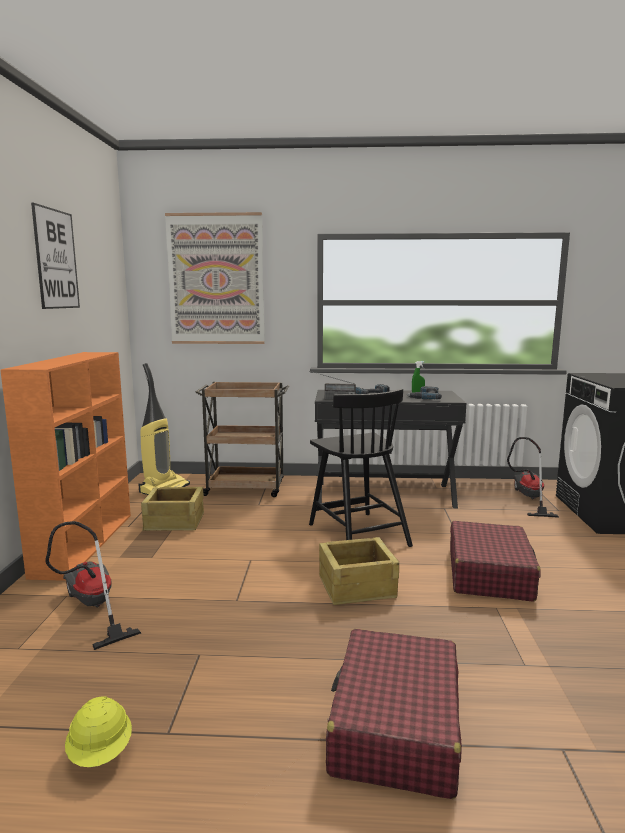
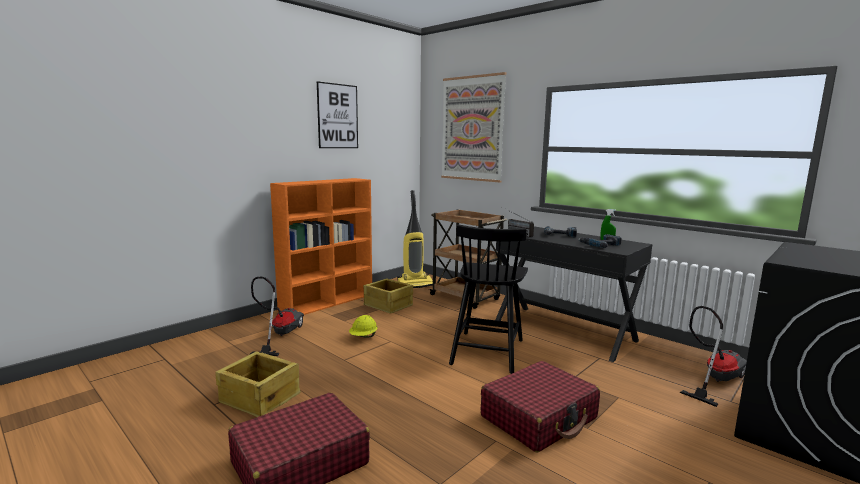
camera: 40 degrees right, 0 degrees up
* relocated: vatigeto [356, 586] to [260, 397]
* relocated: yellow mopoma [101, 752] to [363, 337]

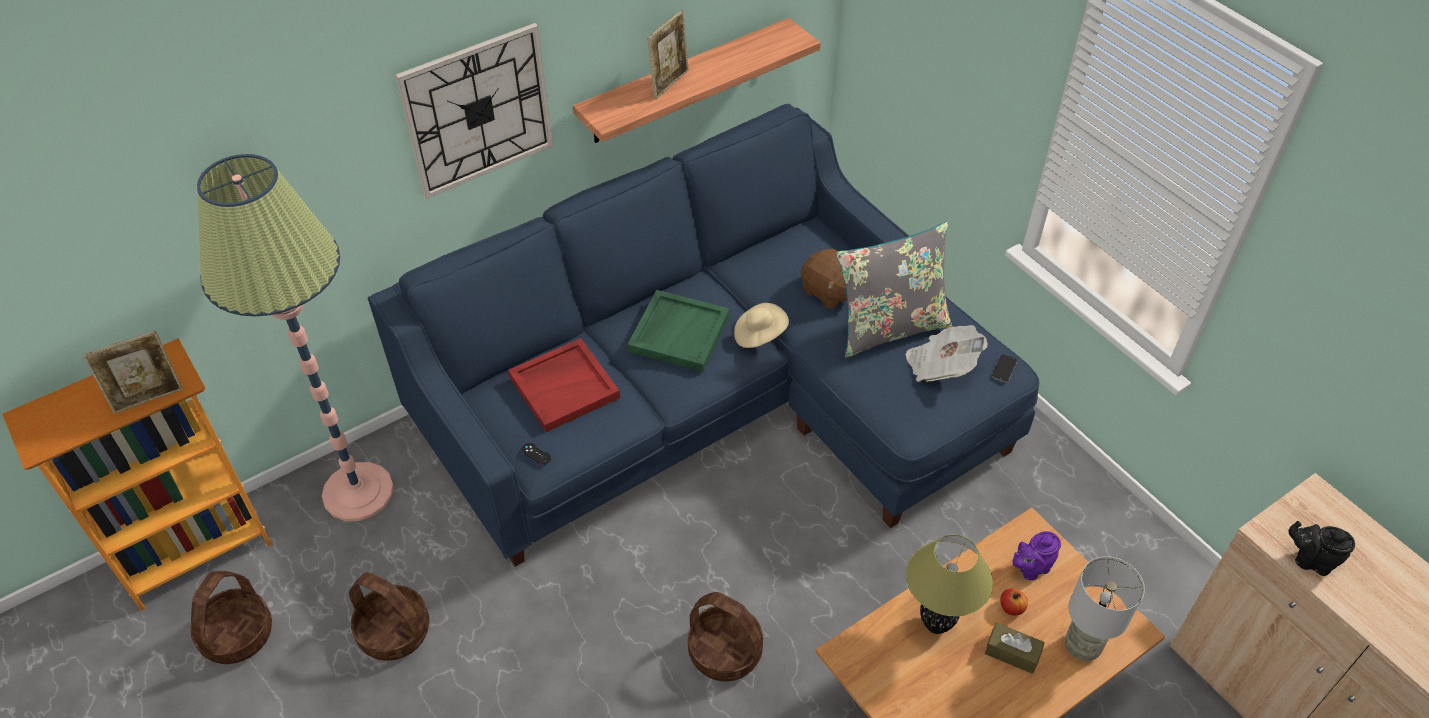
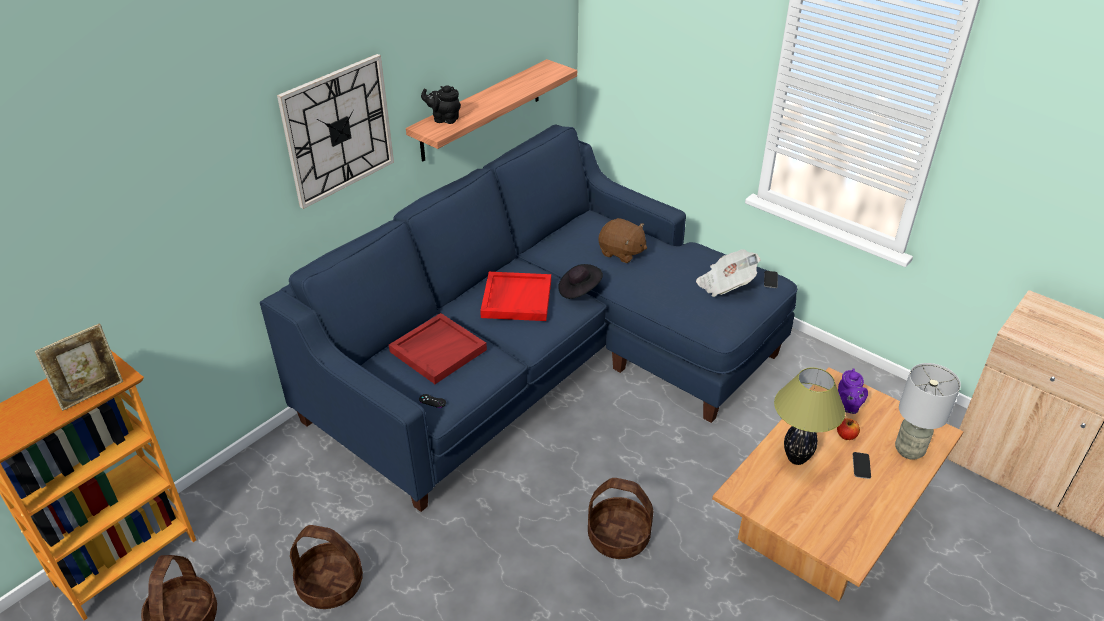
camera: 15 degrees left, 10 degrees down
* relocated: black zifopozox [1310, 560] to [444, 119]
* colour: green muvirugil [678, 332] to red muvirugil [516, 298]
* colour: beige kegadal [759, 335] to black kegadal [579, 290]
* spun: purple zifopozox [1030, 568] = [847, 406] 45 degrees counterclockwise
* exchanged: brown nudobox [1012, 653] to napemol [861, 466]
* missing: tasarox [358, 492]
* missing: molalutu [669, 83]
* missing: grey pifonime [889, 327]

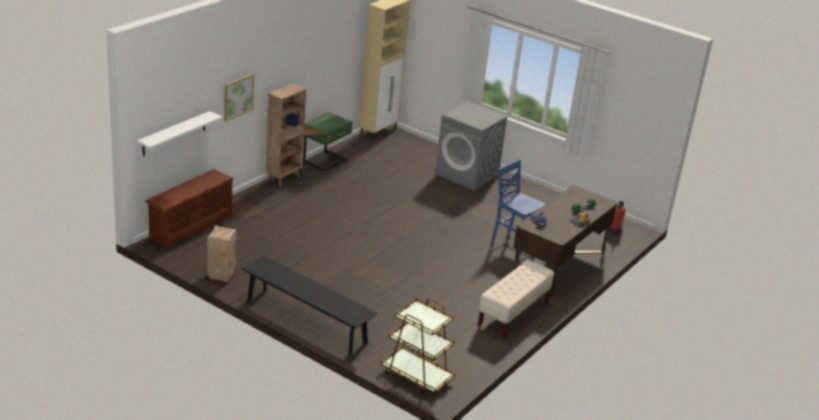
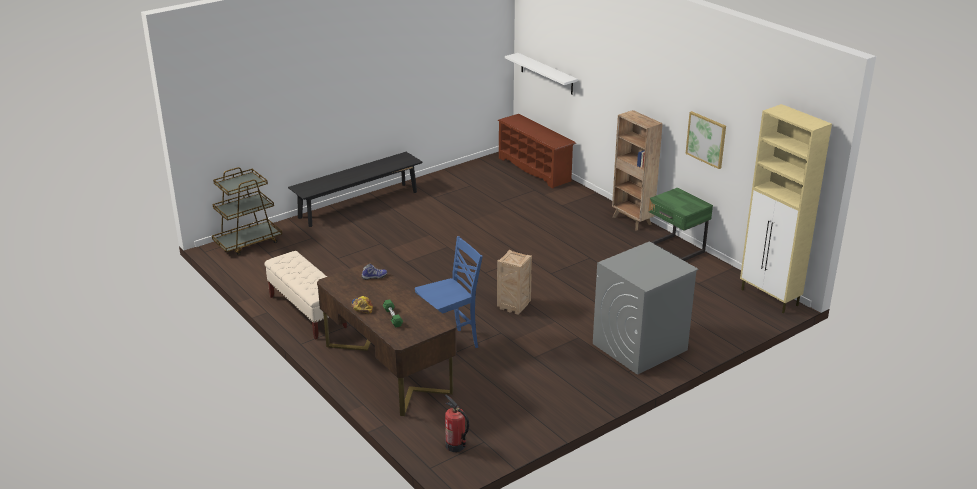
camera: 110 degrees right, 0 degrees up
* relocated: vatigeto [221, 275] to [514, 306]
* relocated: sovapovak [238, 97] to [706, 139]

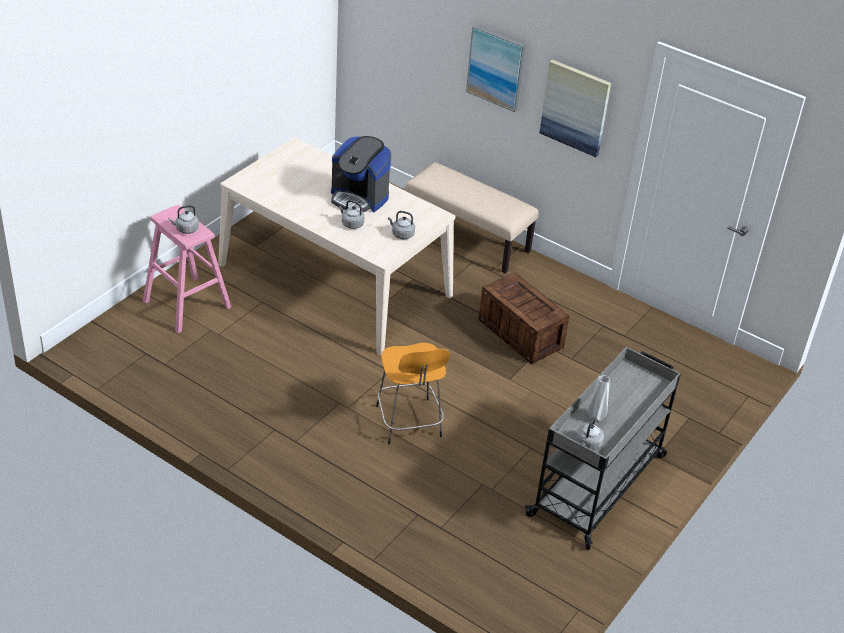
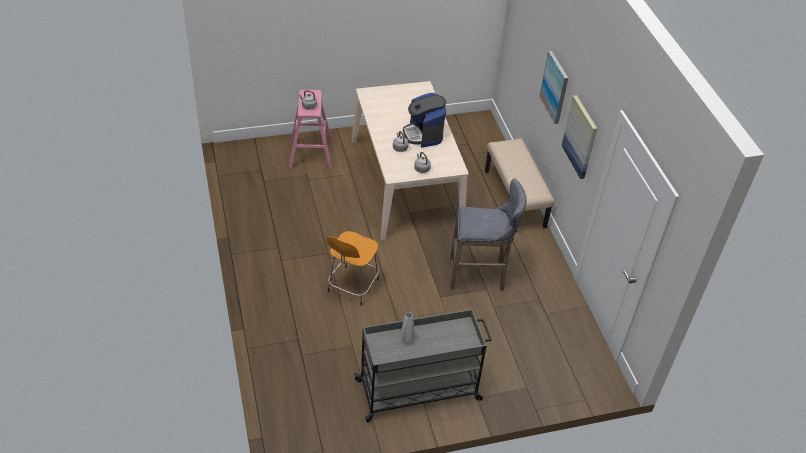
camera: 40 degrees right, 5 degrees up
* exchanged: vatigeto [521, 334] to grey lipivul [479, 275]
* missing: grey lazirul [588, 444]

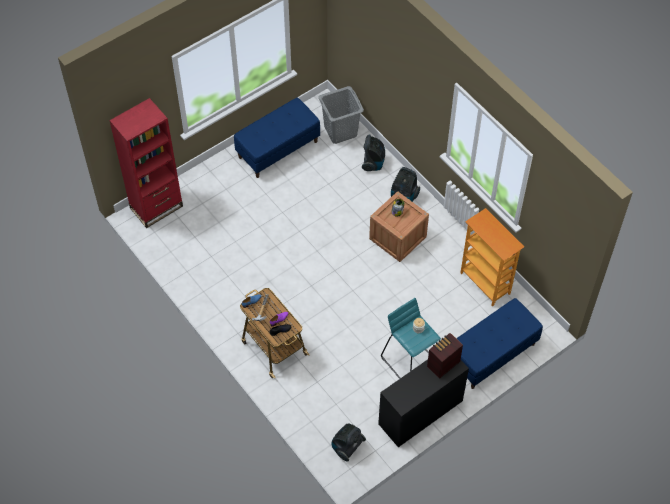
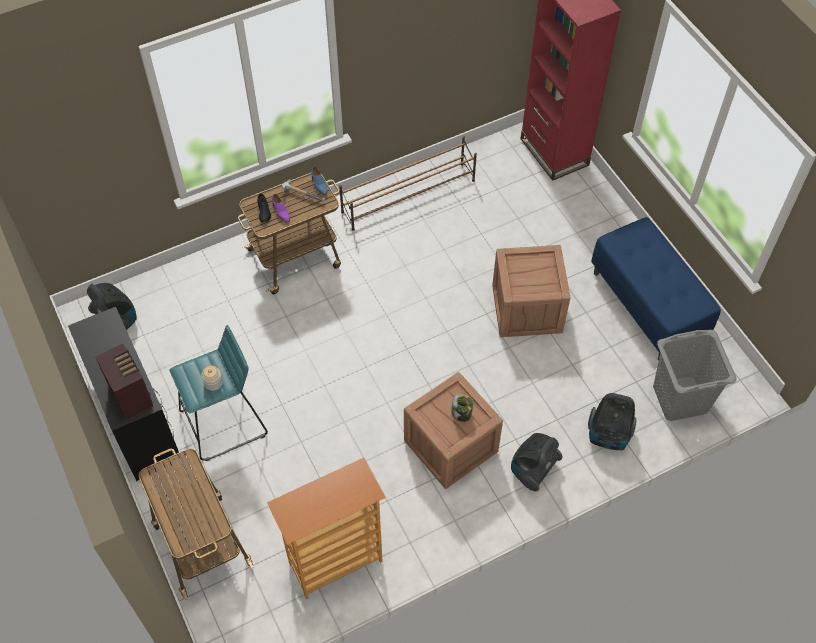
camera: 100 degrees right, 0 degrees up
* exchanged: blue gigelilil [492, 354] to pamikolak [201, 542]
* appeared: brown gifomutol [409, 196]
* appeared: vatigeto [527, 309]

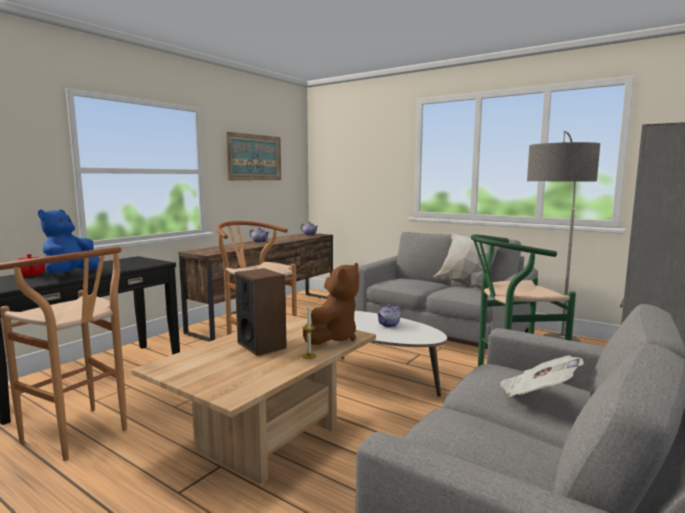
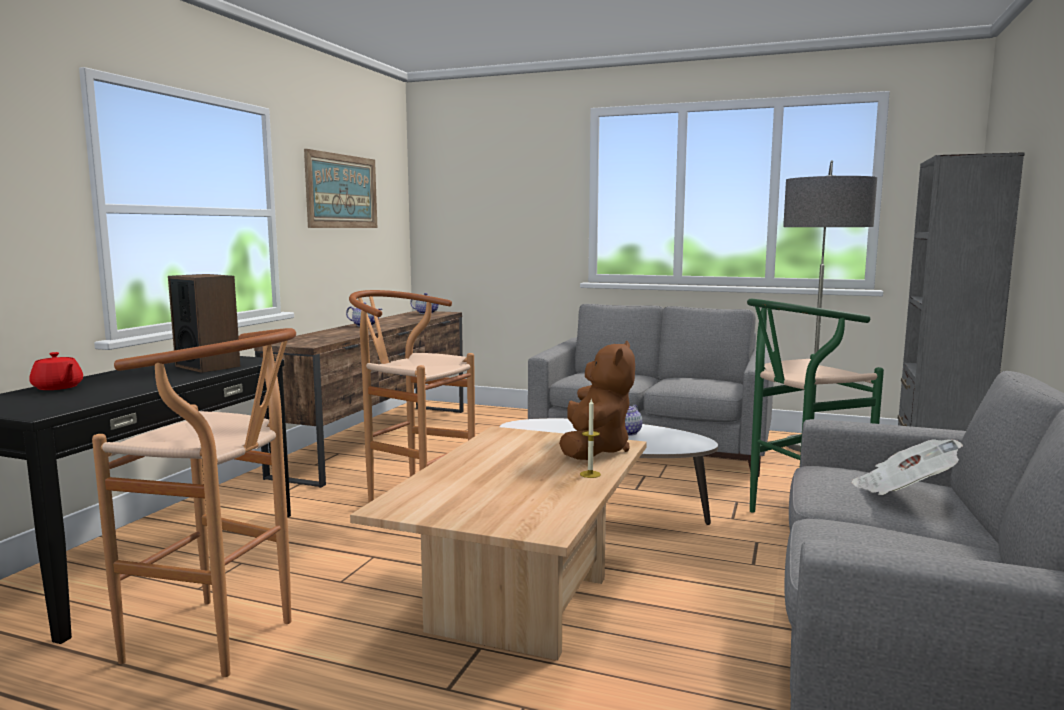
camera: 15 degrees left, 0 degrees up
* relocated: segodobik [261, 345] to [208, 366]
* missing: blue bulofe [70, 274]
* missing: white pifonime [466, 285]

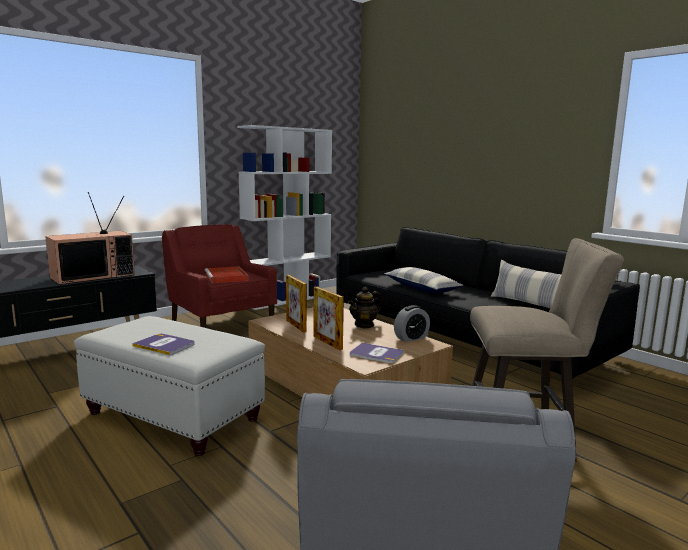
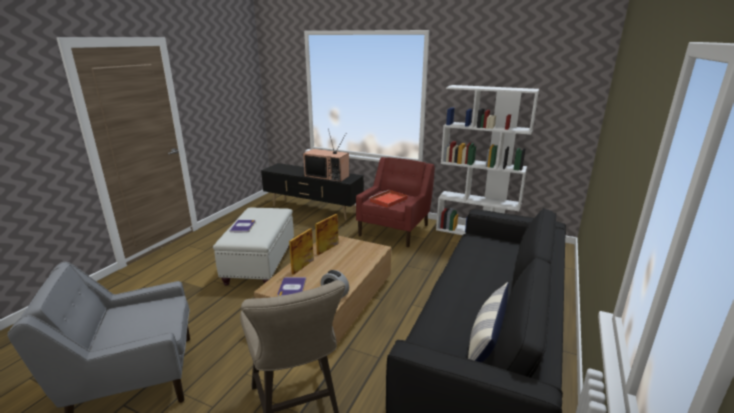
camera: 65 degrees right, 10 degrees up
* missing: zifopozox [364, 325]
* missing: pifonime [422, 288]

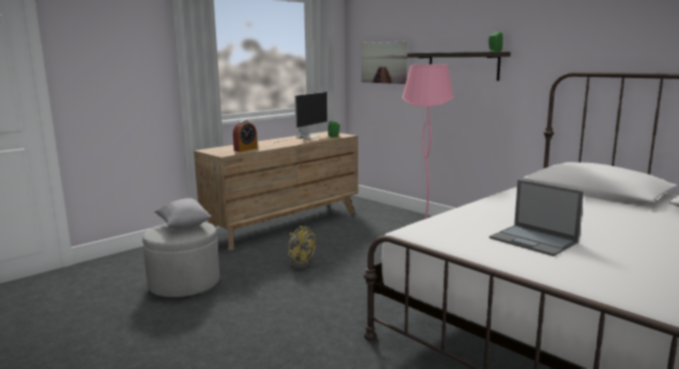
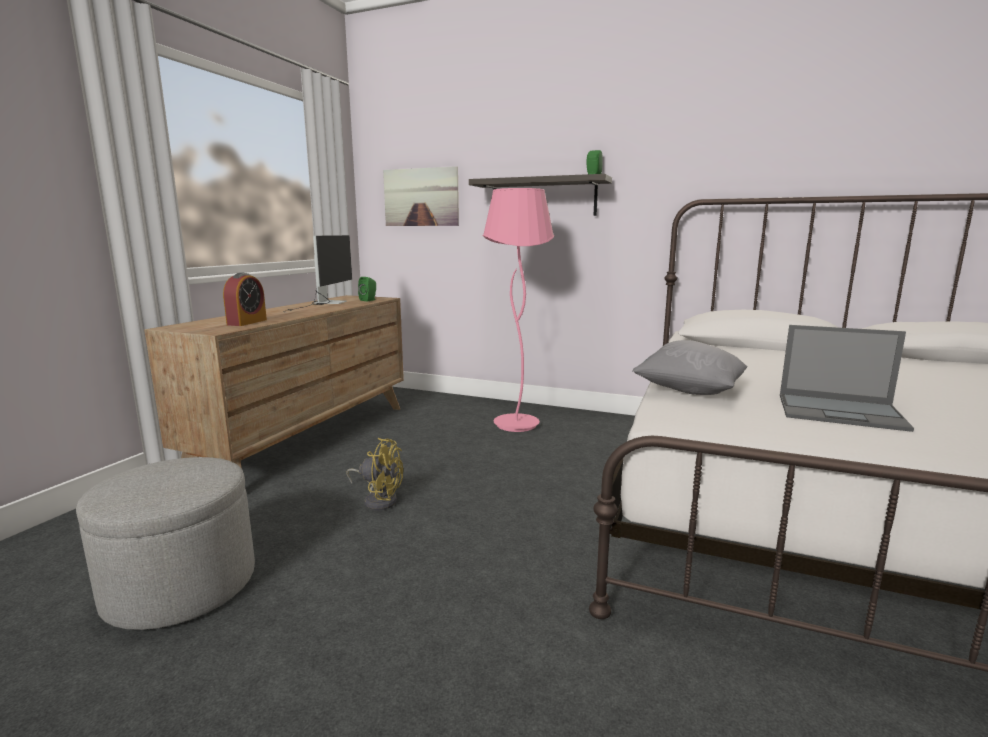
camera: 25 degrees left, 0 degrees up
* relocated: grey pifonime [184, 226] to [688, 391]

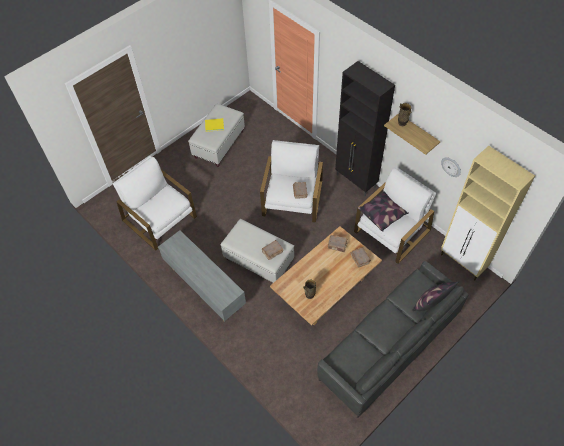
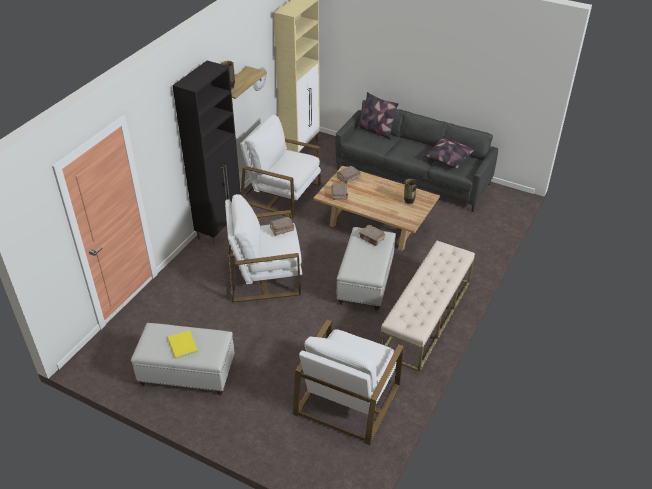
camera: 110 degrees left, 15 degrees down
* exchanged: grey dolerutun [205, 288] to beige gigelilil [426, 317]
* relocated: pifonime [382, 214] to [447, 159]

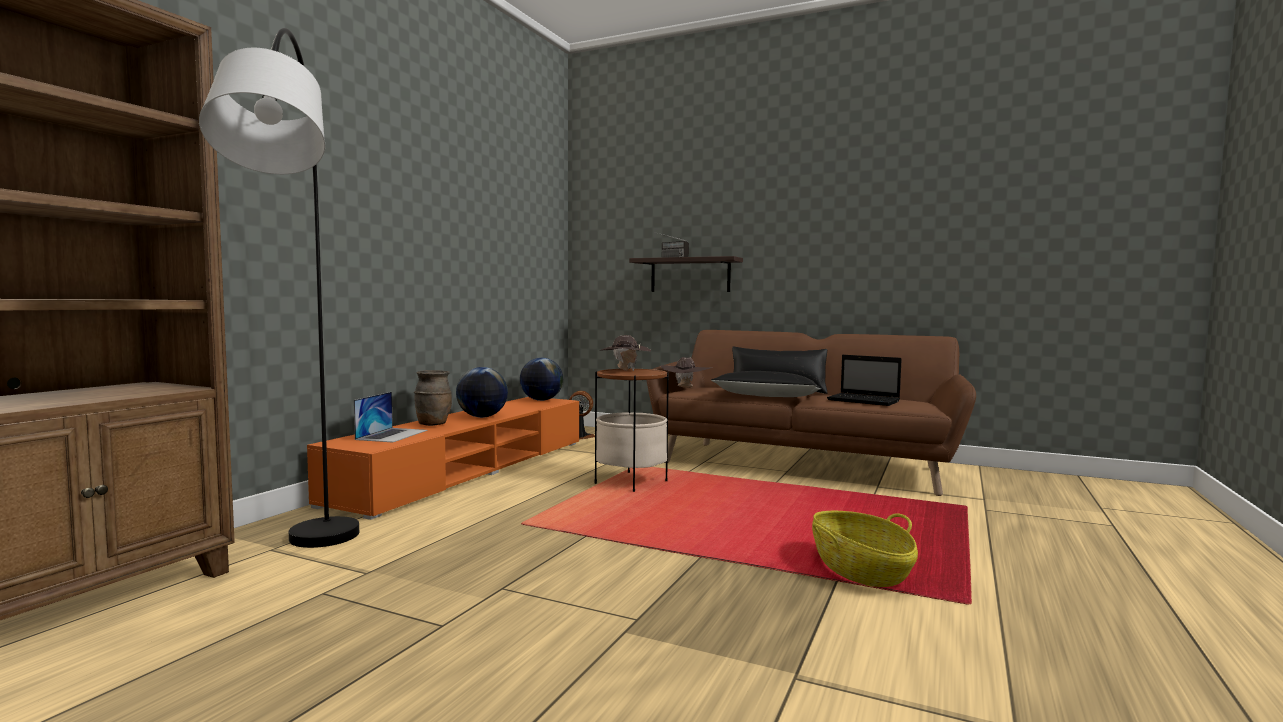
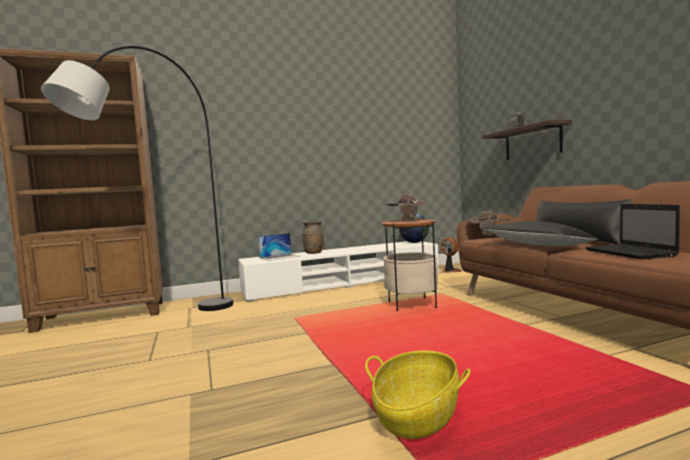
camera: 45 degrees right, 0 degrees up
* colour: orange dolerutun [470, 470] to white dolerutun [343, 283]
* missing: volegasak [482, 417]

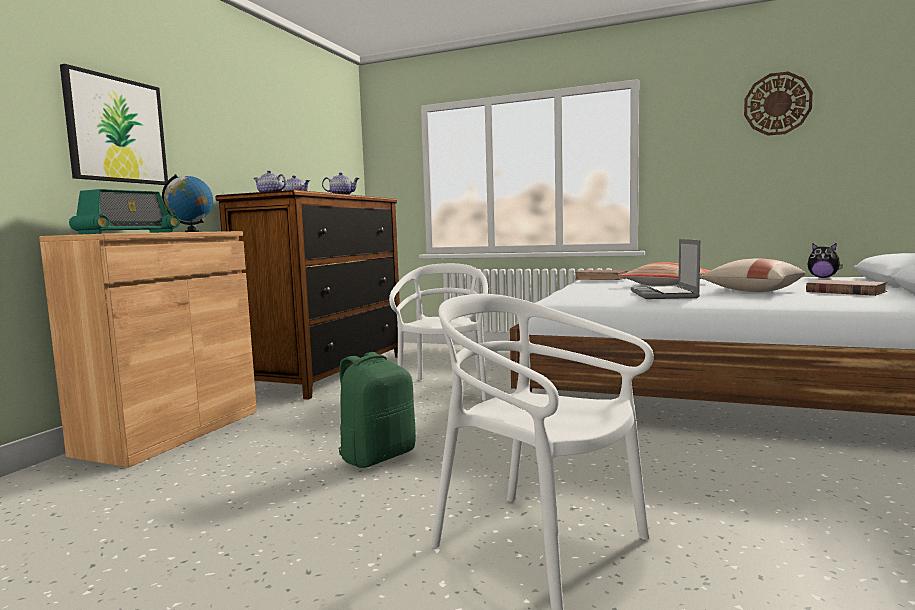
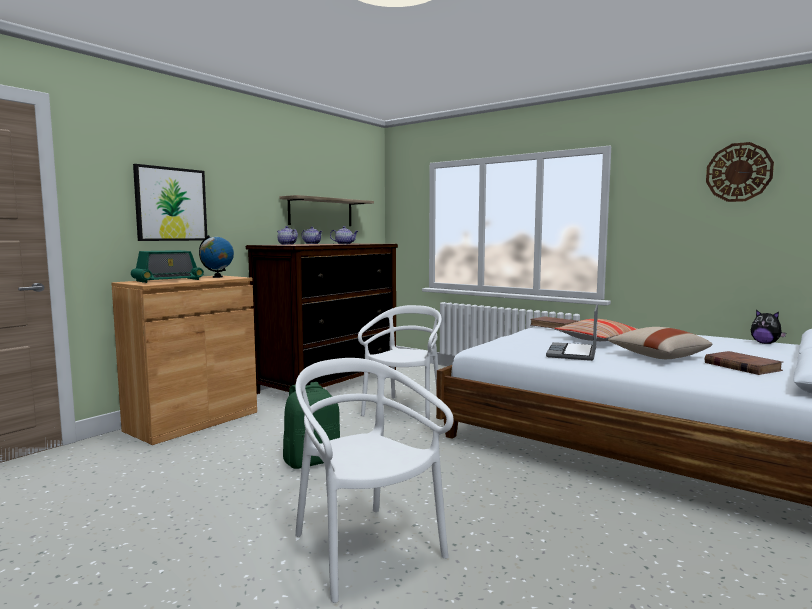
camera: 15 degrees right, 0 degrees up
* appeared: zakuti [321, 212]

